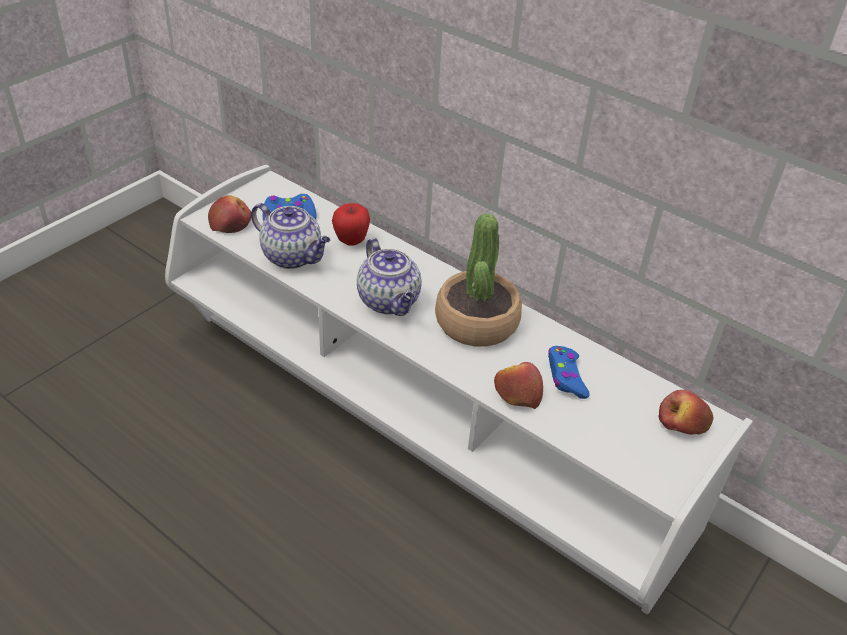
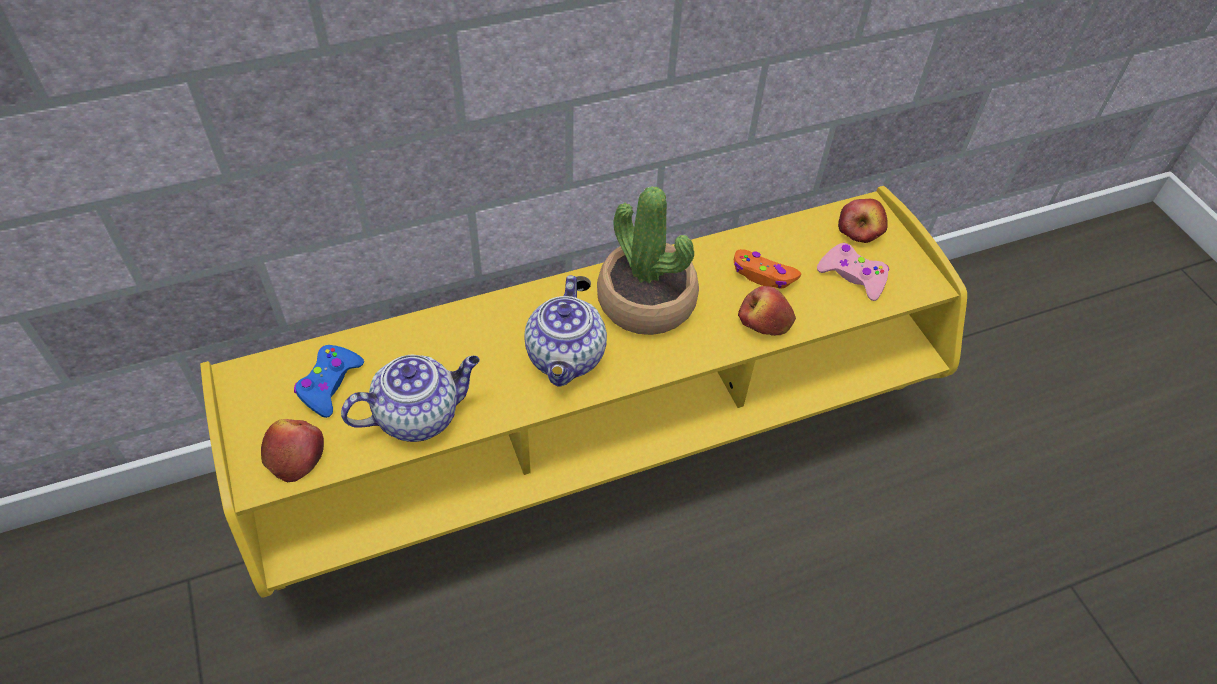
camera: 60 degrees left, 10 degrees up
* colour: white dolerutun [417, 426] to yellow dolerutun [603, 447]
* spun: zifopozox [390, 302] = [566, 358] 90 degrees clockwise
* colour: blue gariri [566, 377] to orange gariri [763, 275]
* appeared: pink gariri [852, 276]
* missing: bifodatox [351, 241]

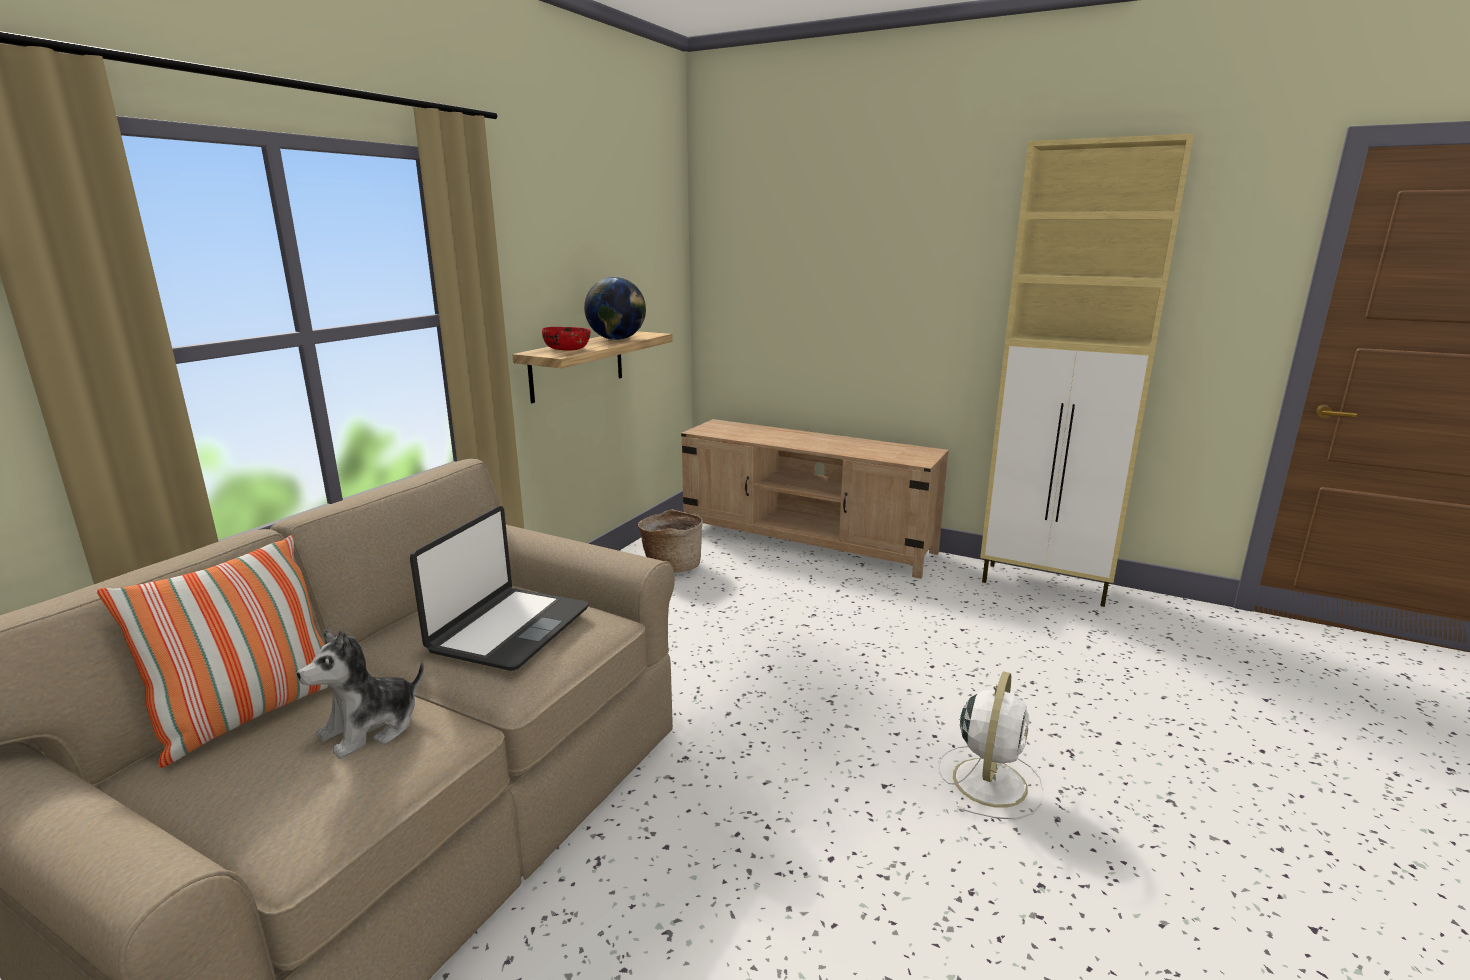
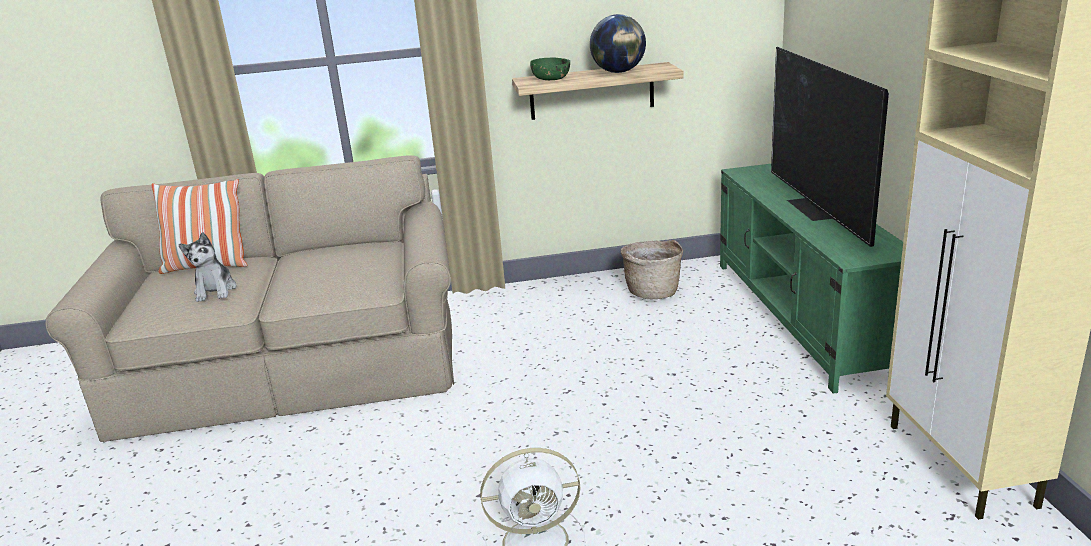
camera: 55 degrees right, 5 degrees up
* spun: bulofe [371, 728] = [215, 291] 105 degrees counterclockwise
* colour: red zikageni [568, 349] to green zikageni [551, 79]
* colour: beige dolerutun [807, 541] to green dolerutun [802, 316]
* appeared: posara [816, 208]
* missing: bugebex [509, 629]

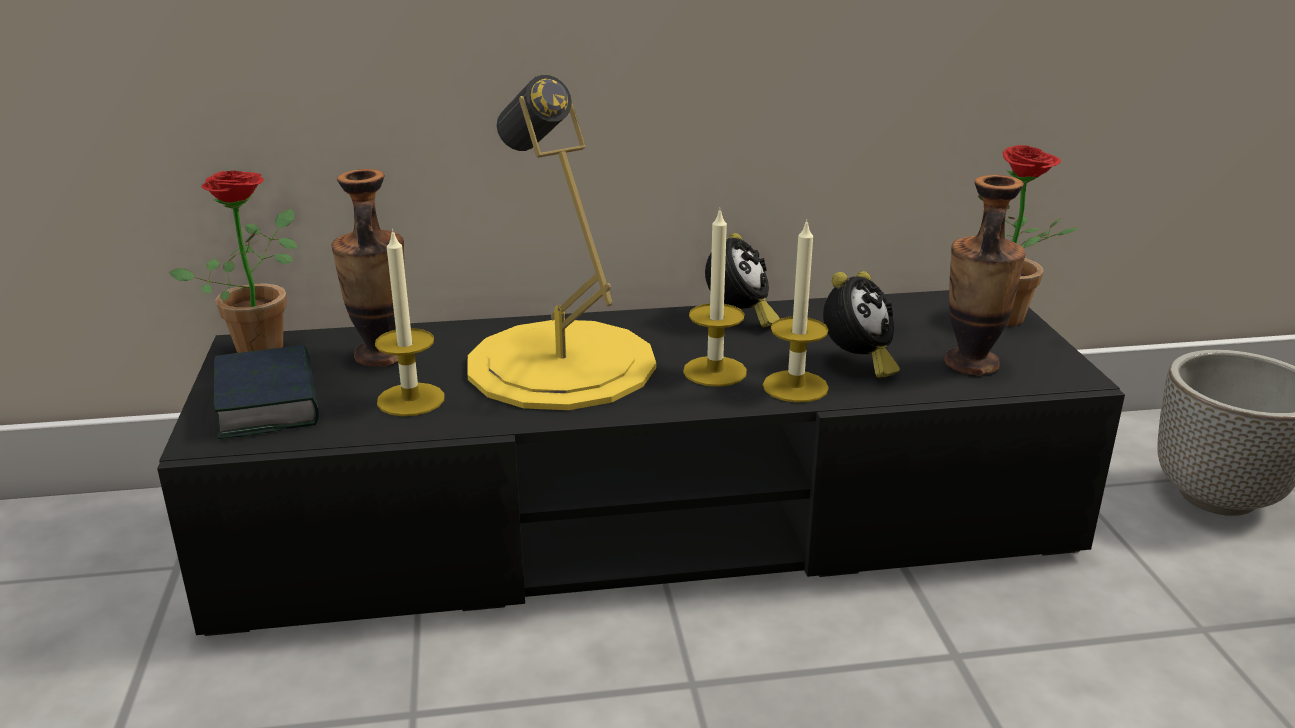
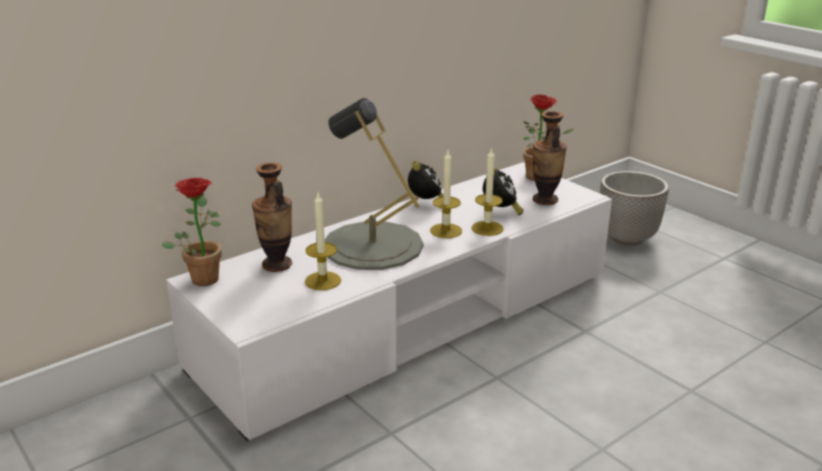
camera: 30 degrees left, 0 degrees up
* colour: black dolerutun [647, 523] to white dolerutun [411, 320]
* colour: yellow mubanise [560, 364] to grey mubanise [372, 245]
* missing: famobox [268, 403]

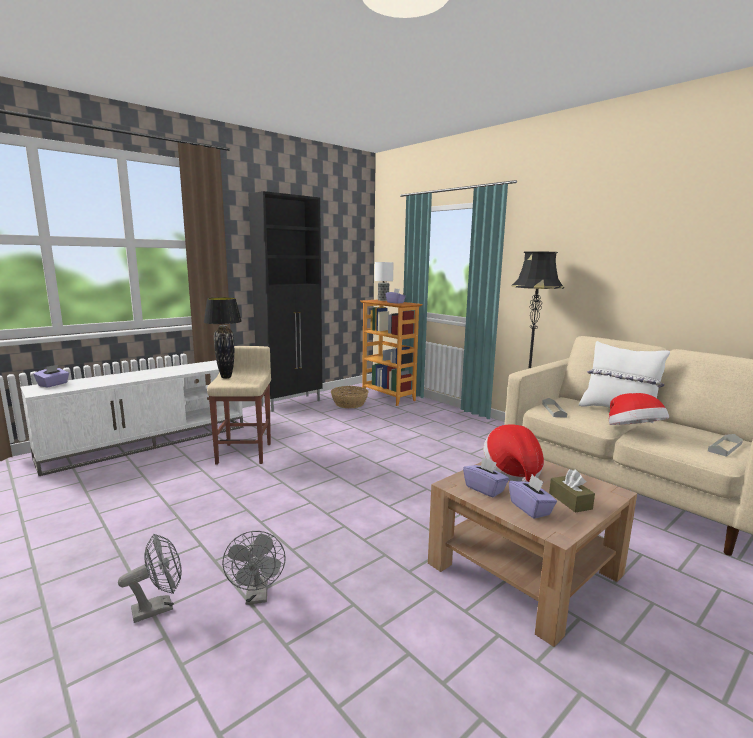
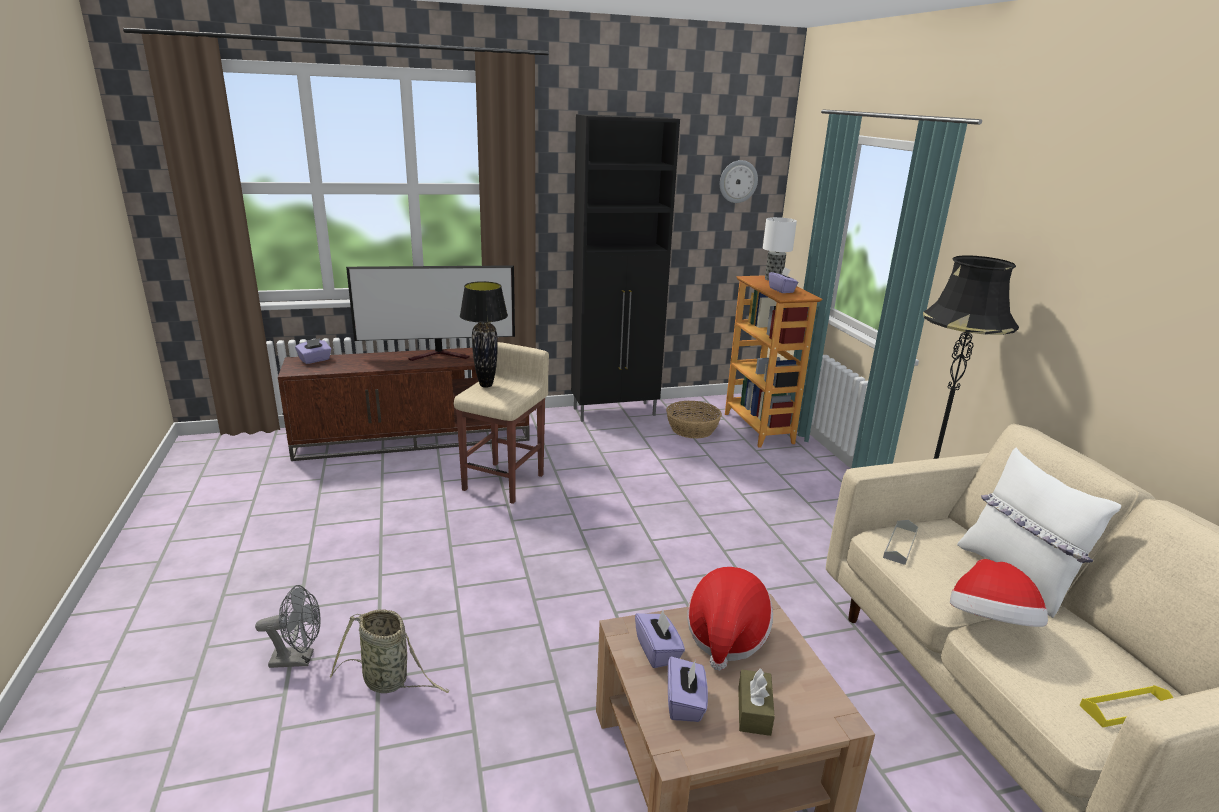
camera: 25 degrees right, 10 degrees up
* colour: white dolerutun [148, 441] to brown dolerutun [415, 438]
* exchanged: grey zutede [257, 596] to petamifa [389, 681]
* appeared: posara [441, 355]
* appeared: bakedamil [738, 181]
* colour: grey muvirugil [725, 447] to yellow muvirugil [1127, 709]

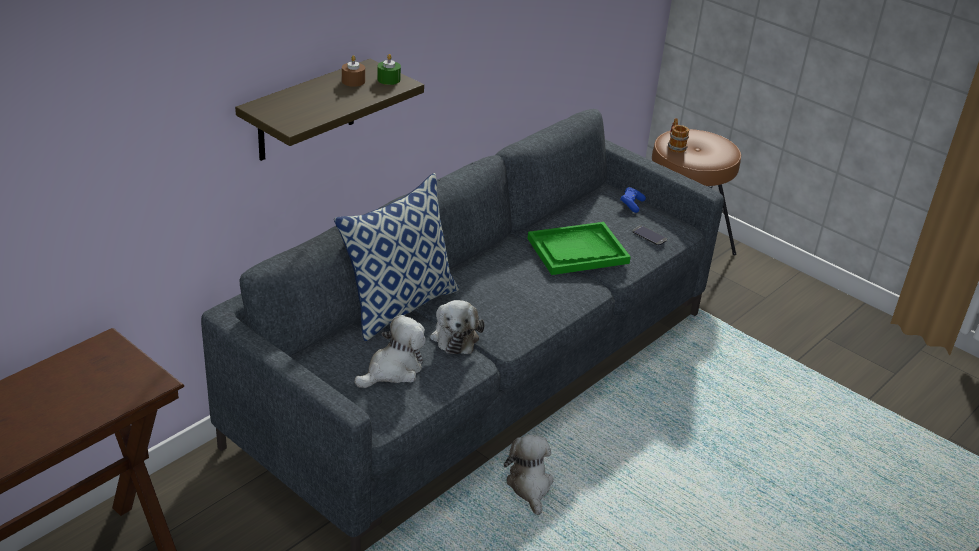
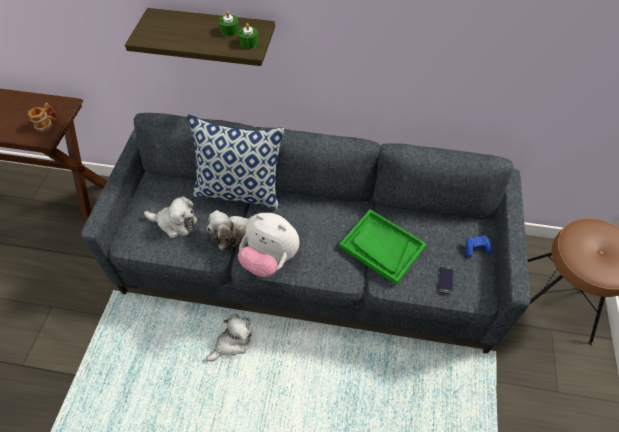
camera: 60 degrees right, 20 degrees up
* relocated: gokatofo [675, 146] to [47, 124]
* colour: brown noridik [353, 81] to green noridik [230, 30]
* appeared: bulofe [270, 259]

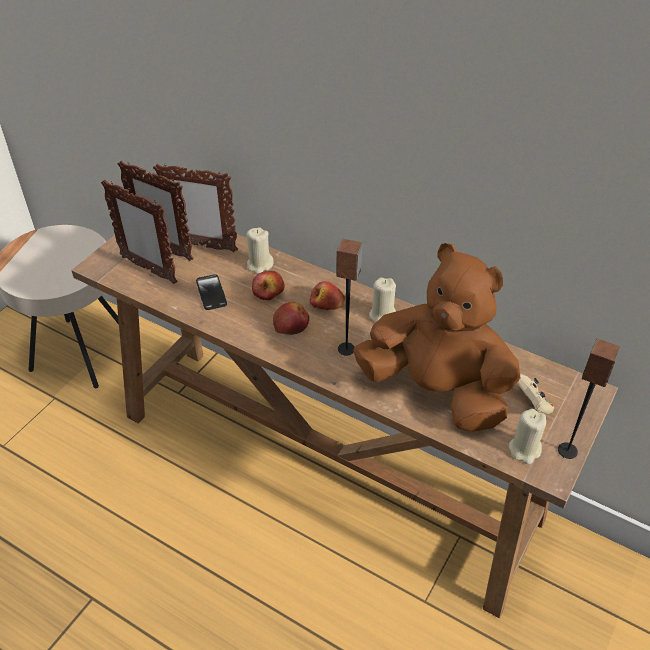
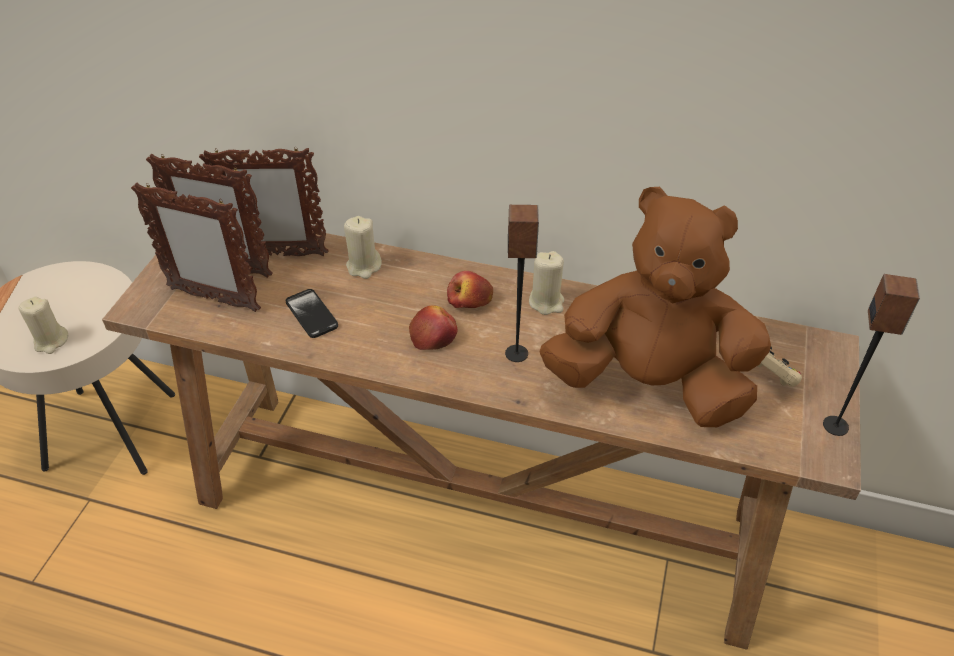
camera: 15 degrees left, 0 degrees up
* relocated: beige noridik [524, 449] to [51, 341]
* missing: bifodatox [269, 292]

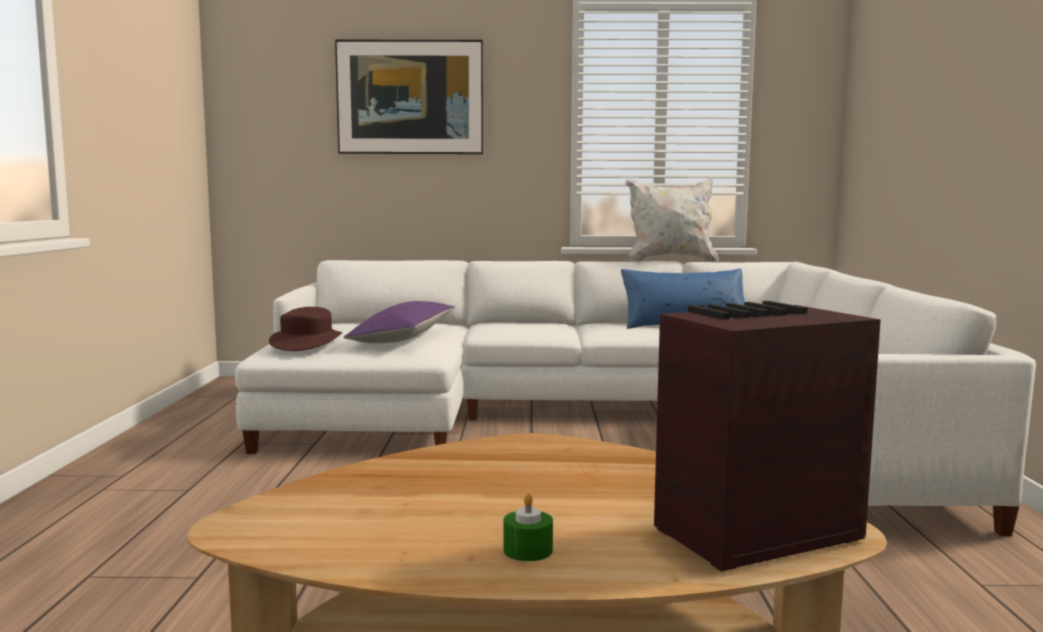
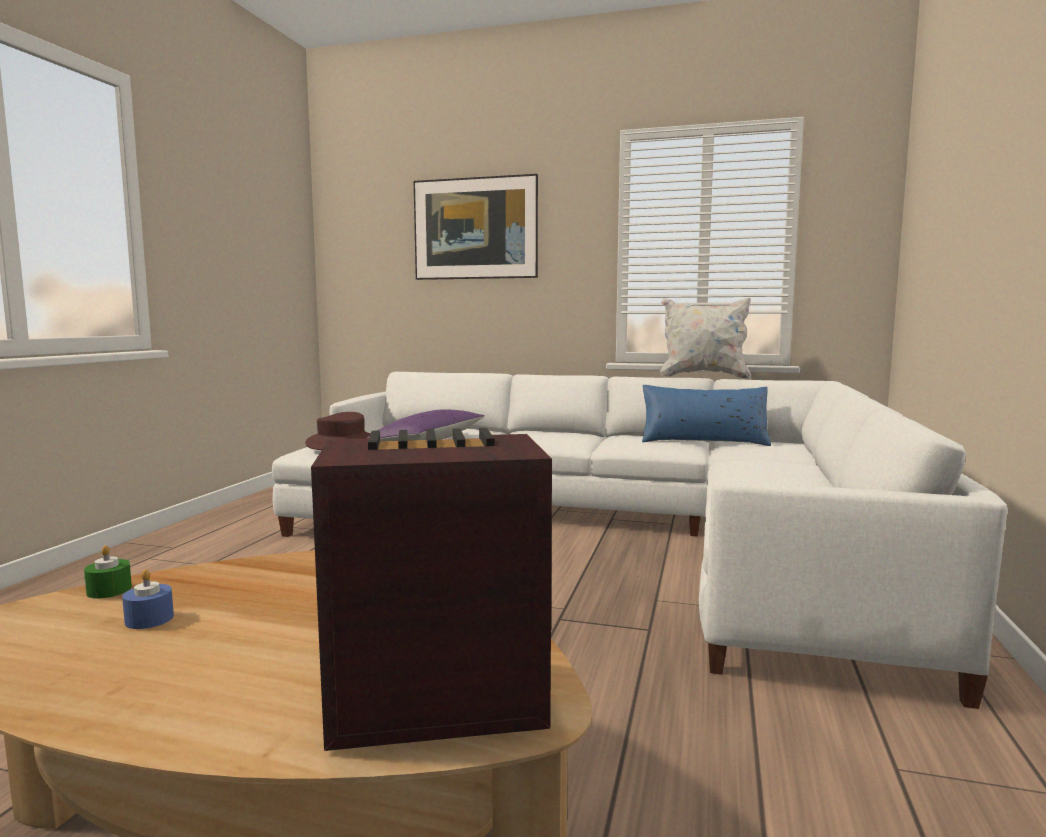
camera: 15 degrees right, 0 degrees up
* relocated: green noridik [528, 550] to [109, 590]
* appeared: blue noridik [149, 619]

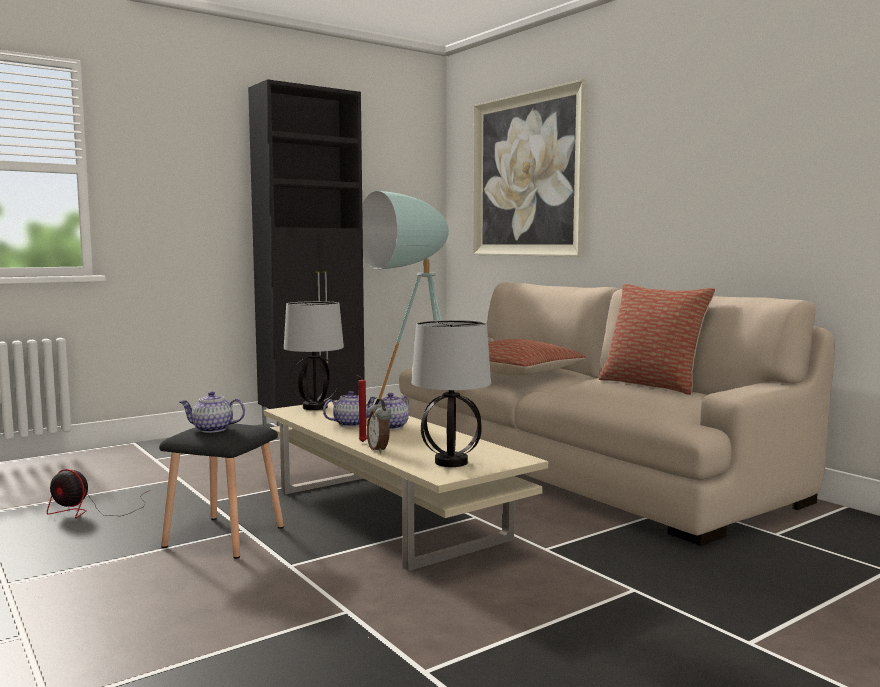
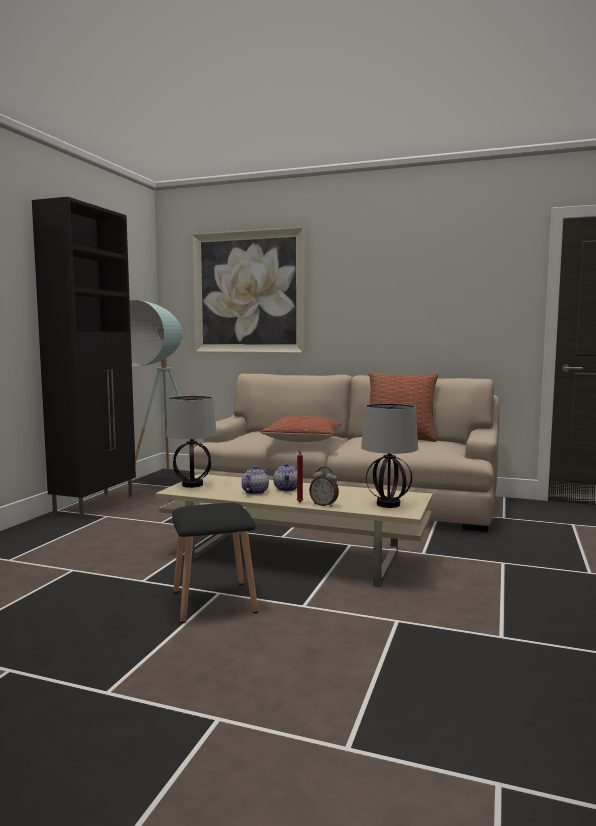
camera: 35 degrees left, 0 degrees up
* missing: zutede [92, 511]
* missing: zifopozox [212, 429]

